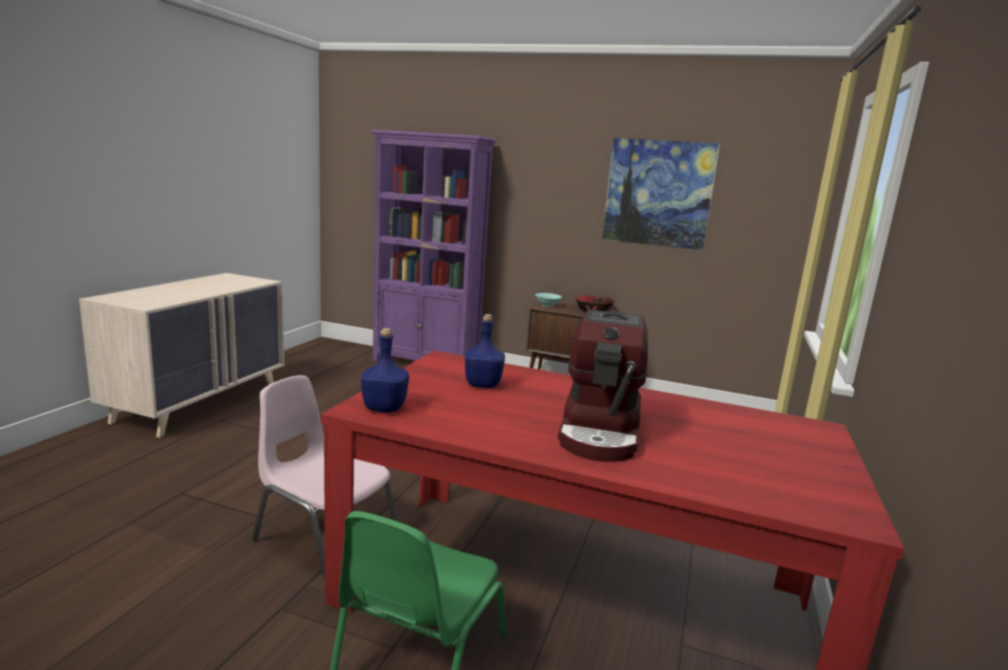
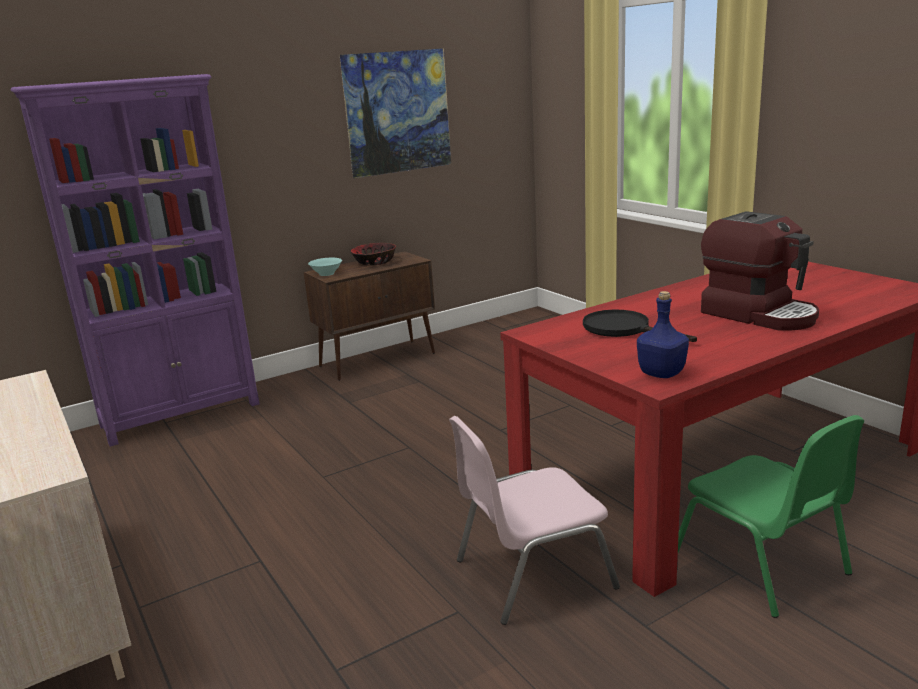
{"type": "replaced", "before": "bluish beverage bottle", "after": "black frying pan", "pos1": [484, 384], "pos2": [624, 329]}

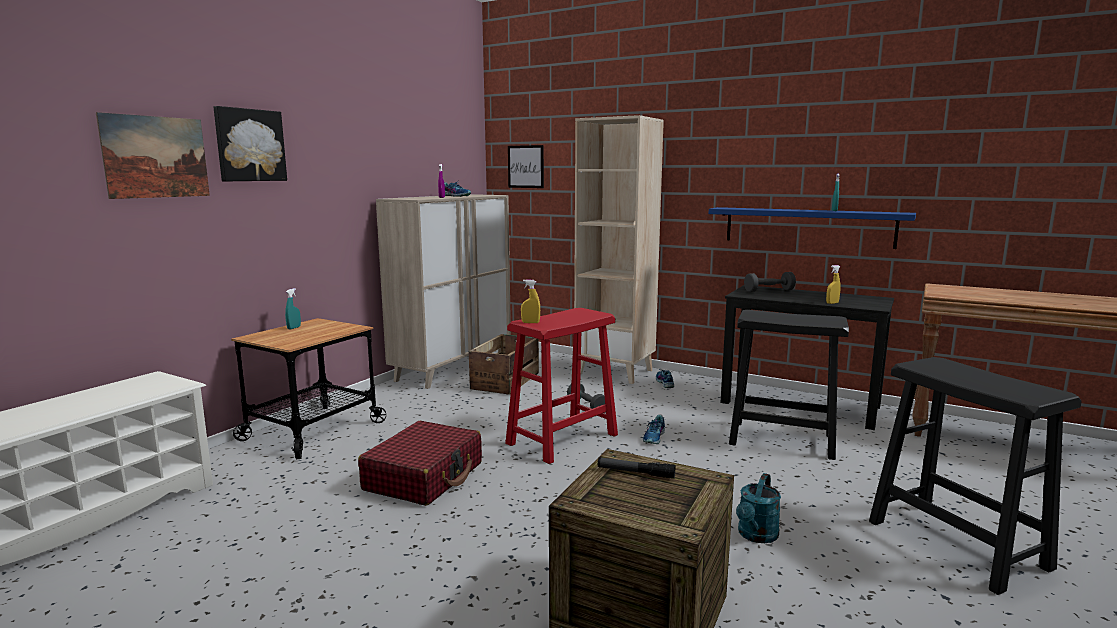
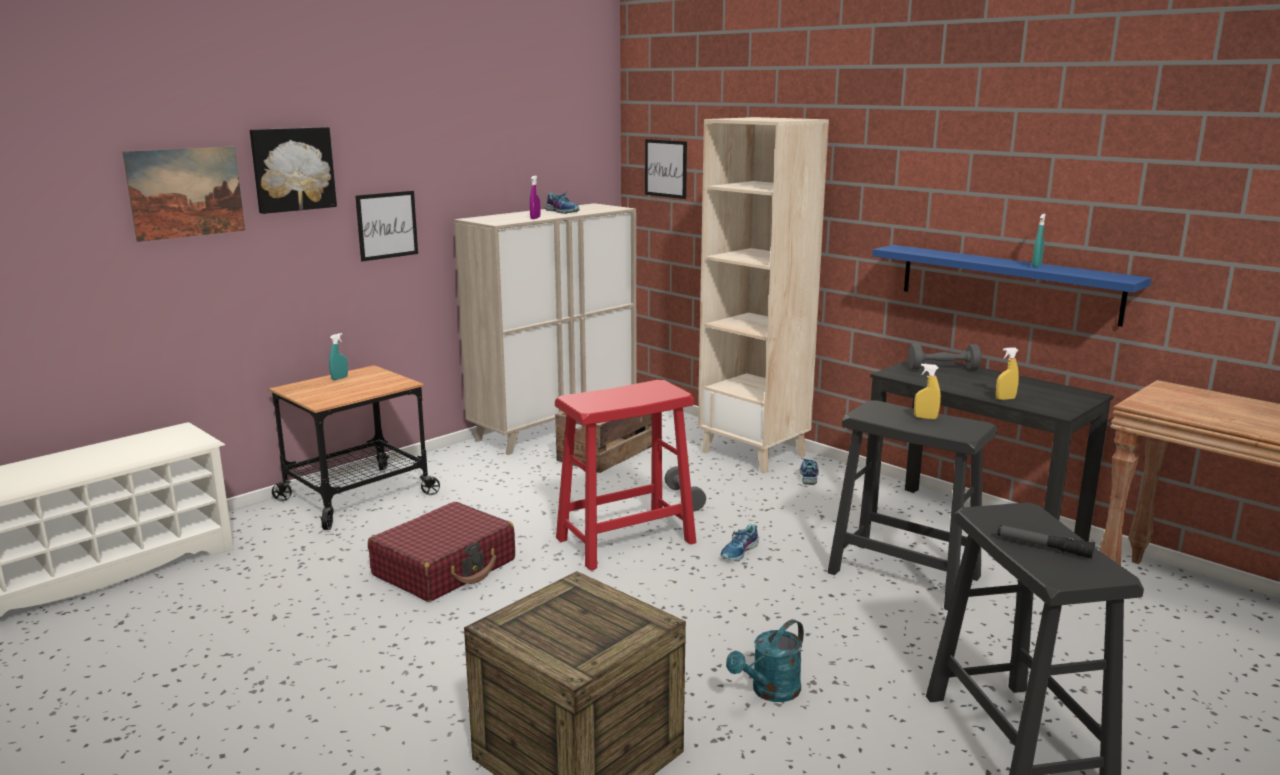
{"type": "moved", "before": "yellow-coloured sprayer", "pos1": [530, 323], "pos2": [925, 418]}
{"type": "moved", "before": "torch", "pos1": [635, 473], "pos2": [1043, 547]}
{"type": "added", "after": "wall picture", "pos2": [387, 225]}

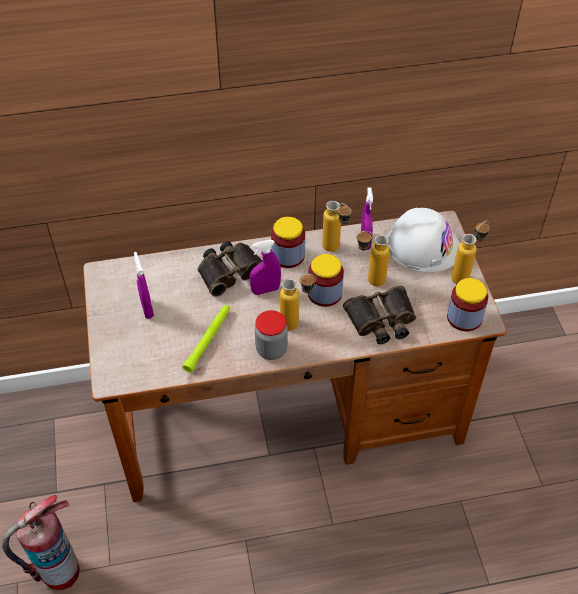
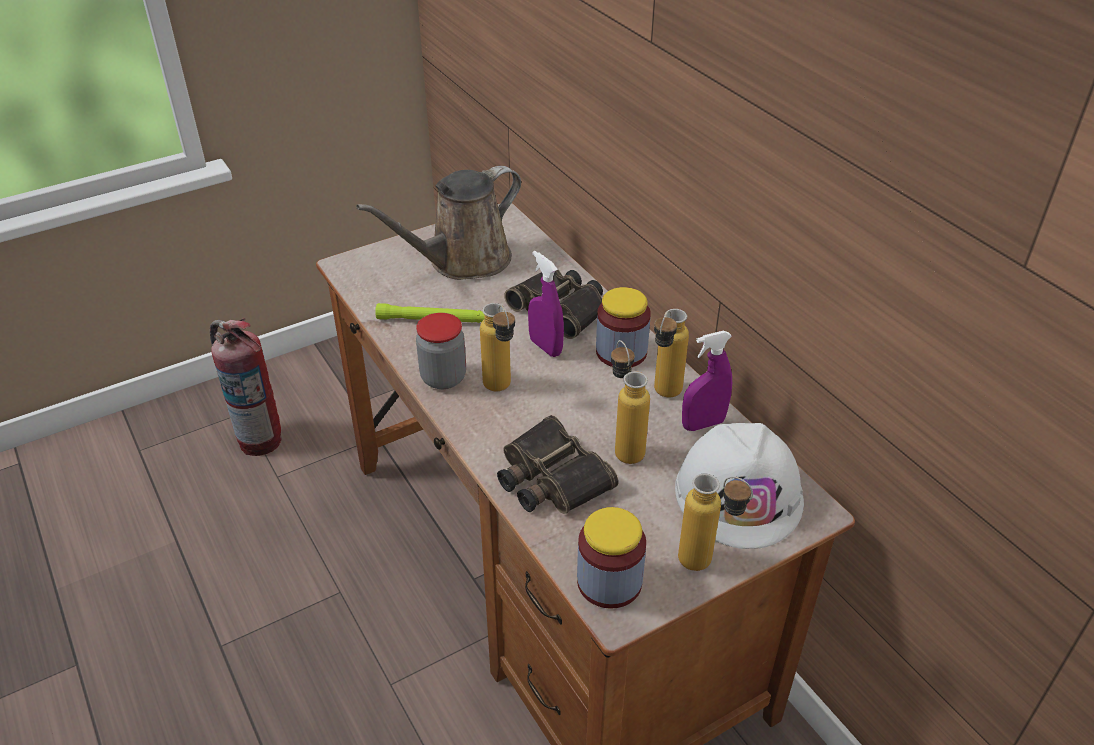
{"type": "replaced", "before": "purplish sprayer", "after": "brown-coloured watering pot", "pos1": [147, 309], "pos2": [462, 261]}
{"type": "removed", "before": "jar", "pos1": [324, 293]}

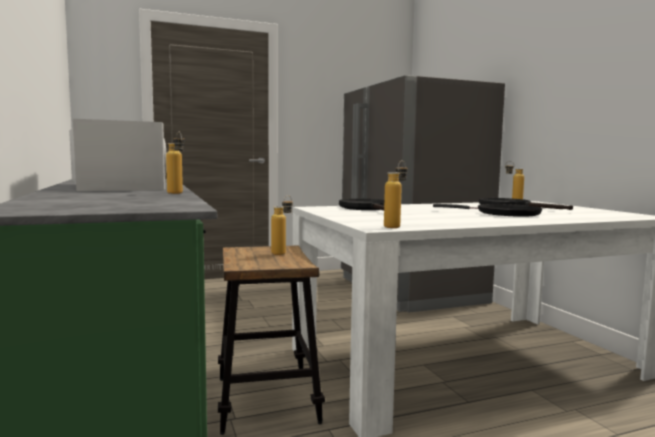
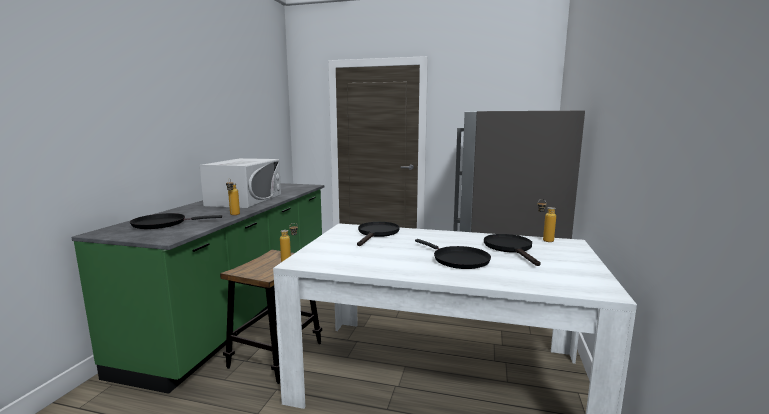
{"type": "removed", "before": "beverage bottle", "pos1": [395, 226]}
{"type": "added", "after": "black frying pan", "pos2": [163, 224]}

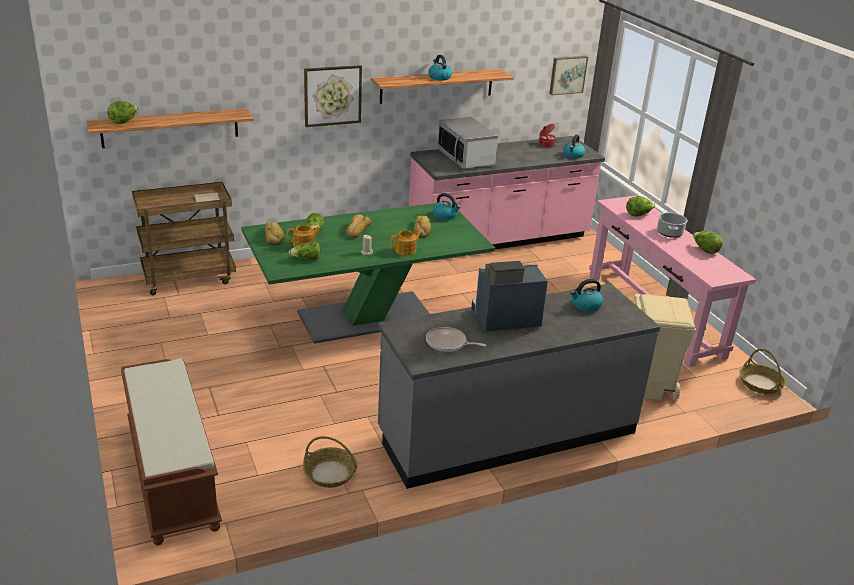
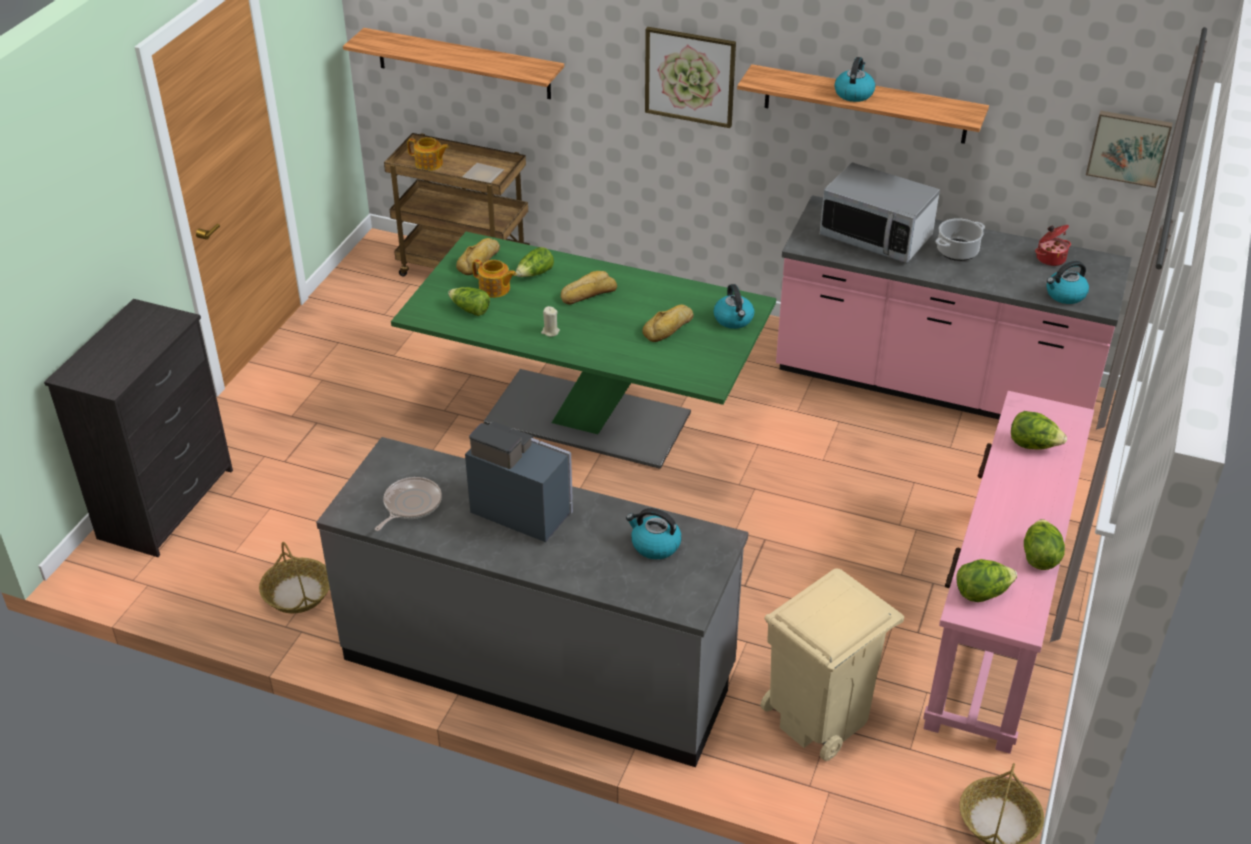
{"type": "moved", "before": "lettuce head", "pos1": [124, 122], "pos2": [982, 593]}
{"type": "turned", "before": "microwave oven", "pos1": [466, 158], "pos2": [876, 237], "turn": -75}
{"type": "moved", "before": "stockpot", "pos1": [670, 233], "pos2": [957, 252]}
{"type": "moved", "before": "teapot", "pos1": [406, 250], "pos2": [429, 164]}
{"type": "turned", "before": "frying pan", "pos1": [448, 343], "pos2": [410, 505], "turn": 60}
{"type": "replaced", "before": "brown-coloured long seat", "after": "black dresser", "pos1": [170, 474], "pos2": [168, 503]}

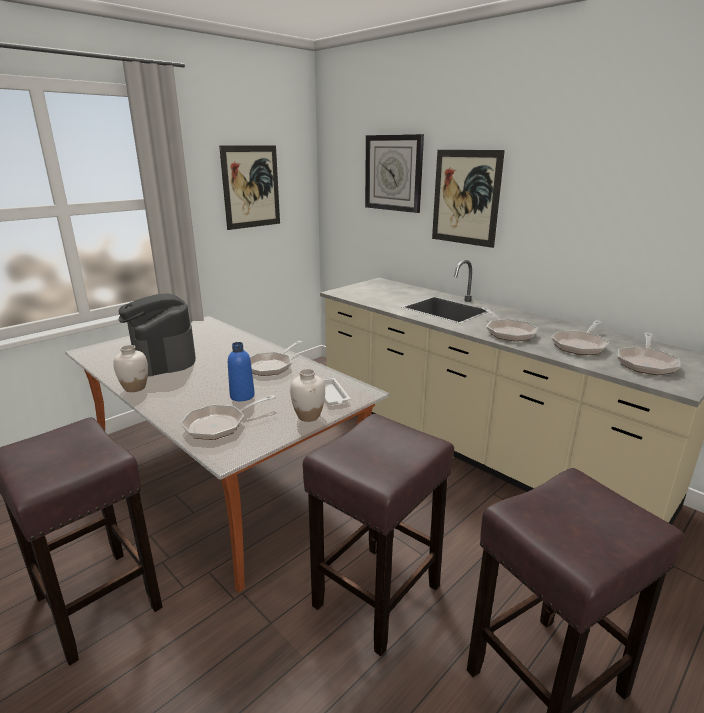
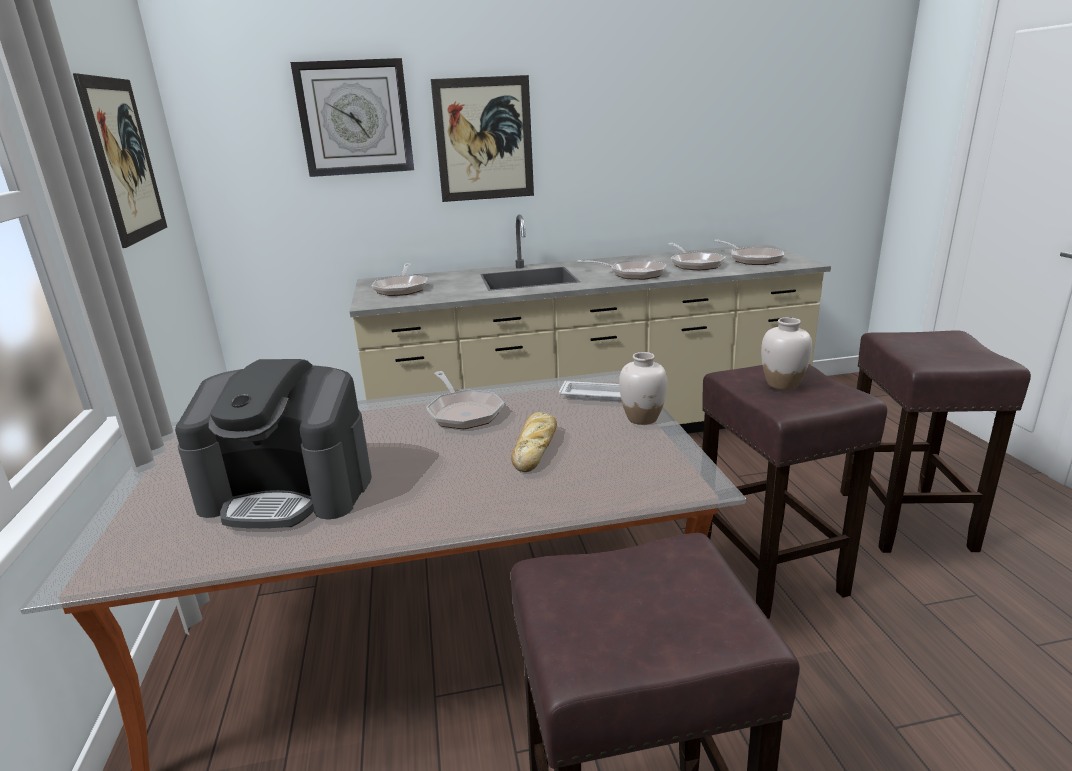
{"type": "replaced", "before": "bluish beverage bottle", "after": "bread", "pos1": [242, 396], "pos2": [535, 447]}
{"type": "moved", "before": "whitish vase", "pos1": [135, 388], "pos2": [782, 384]}
{"type": "moved", "before": "frying pan", "pos1": [220, 425], "pos2": [401, 288]}

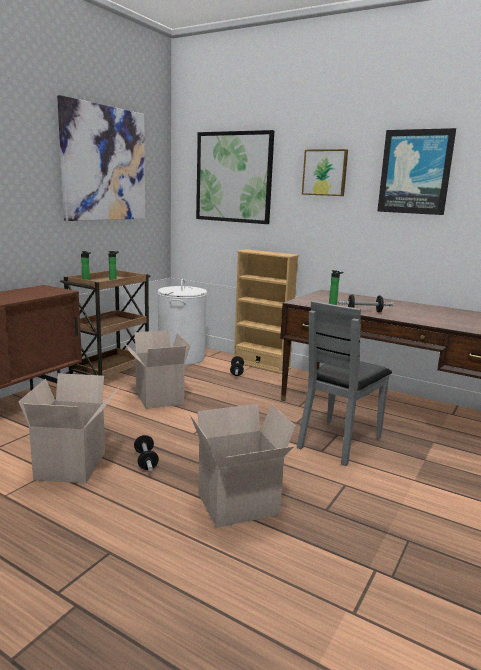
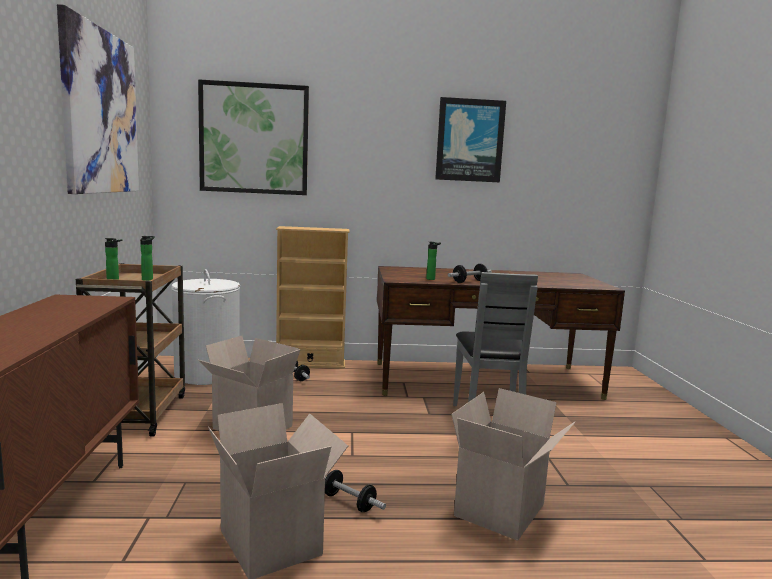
{"type": "removed", "before": "wall picture", "pos1": [325, 173]}

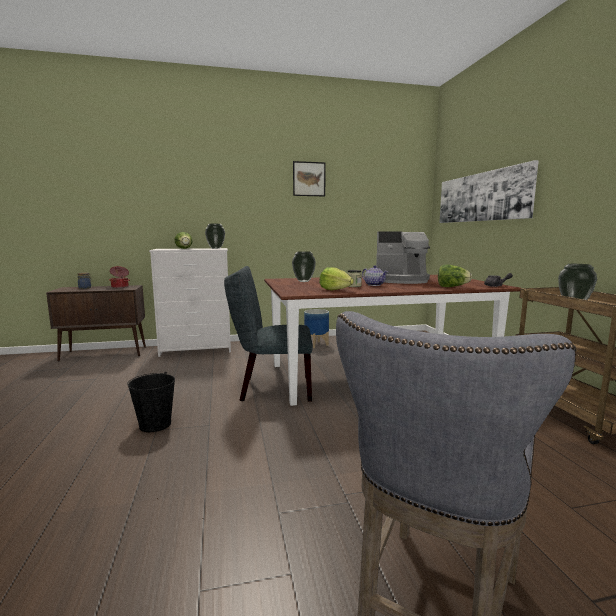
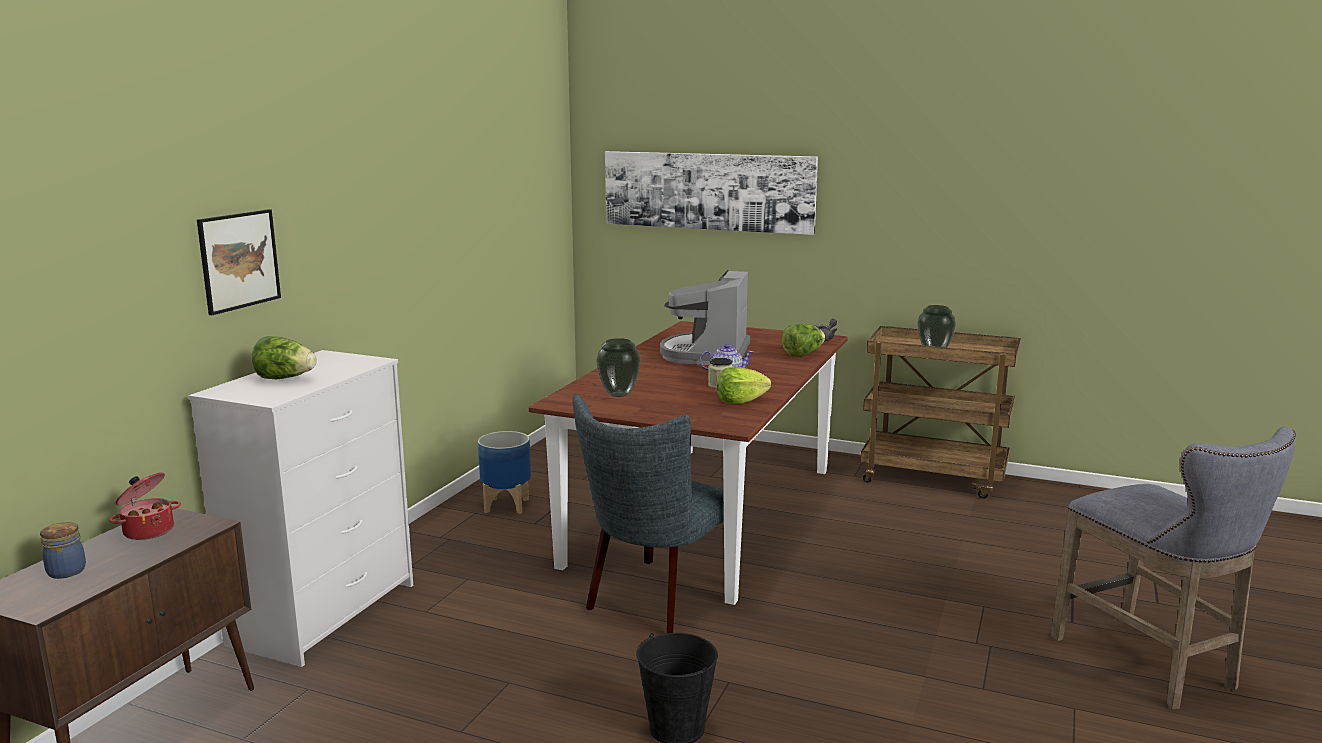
{"type": "moved", "before": "wall picture", "pos1": [309, 179], "pos2": [239, 260]}
{"type": "removed", "before": "vase", "pos1": [216, 248]}
{"type": "turned", "before": "coffee maker", "pos1": [400, 280], "pos2": [706, 354], "turn": 150}

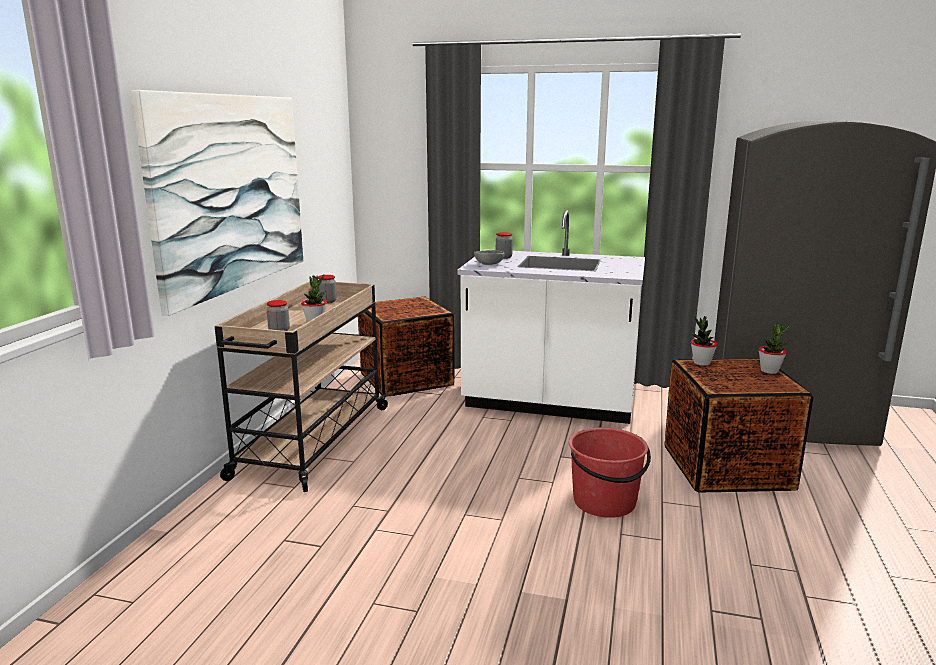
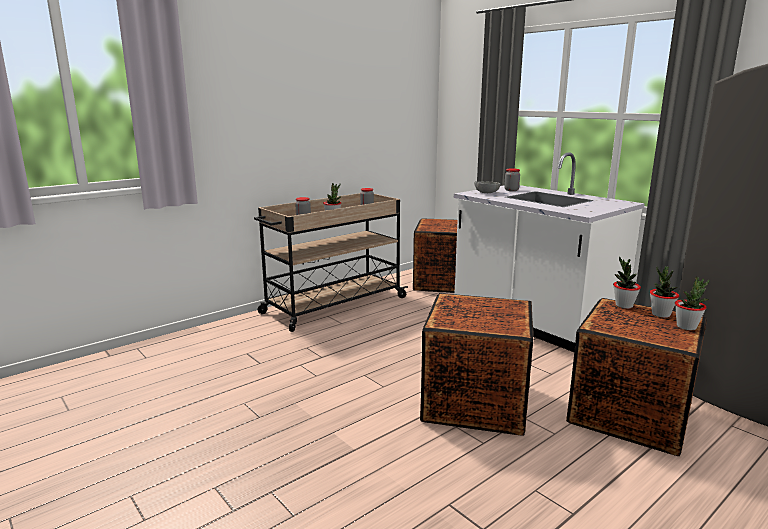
{"type": "removed", "before": "wall picture", "pos1": [231, 193]}
{"type": "replaced", "before": "reddish water bucket", "after": "shipping crate", "pos1": [605, 502], "pos2": [475, 402]}
{"type": "added", "after": "houseplant", "pos2": [660, 314]}

